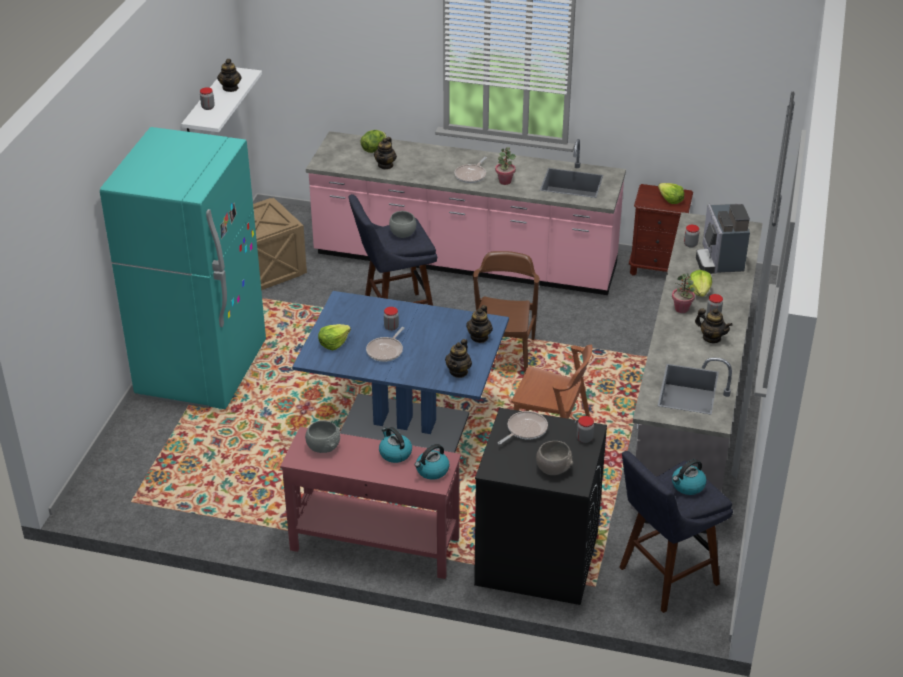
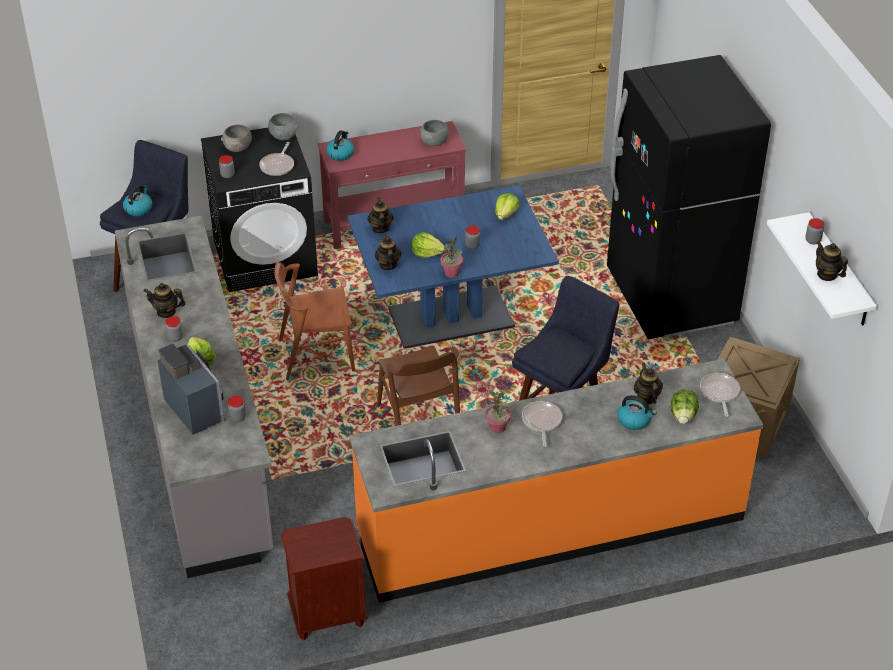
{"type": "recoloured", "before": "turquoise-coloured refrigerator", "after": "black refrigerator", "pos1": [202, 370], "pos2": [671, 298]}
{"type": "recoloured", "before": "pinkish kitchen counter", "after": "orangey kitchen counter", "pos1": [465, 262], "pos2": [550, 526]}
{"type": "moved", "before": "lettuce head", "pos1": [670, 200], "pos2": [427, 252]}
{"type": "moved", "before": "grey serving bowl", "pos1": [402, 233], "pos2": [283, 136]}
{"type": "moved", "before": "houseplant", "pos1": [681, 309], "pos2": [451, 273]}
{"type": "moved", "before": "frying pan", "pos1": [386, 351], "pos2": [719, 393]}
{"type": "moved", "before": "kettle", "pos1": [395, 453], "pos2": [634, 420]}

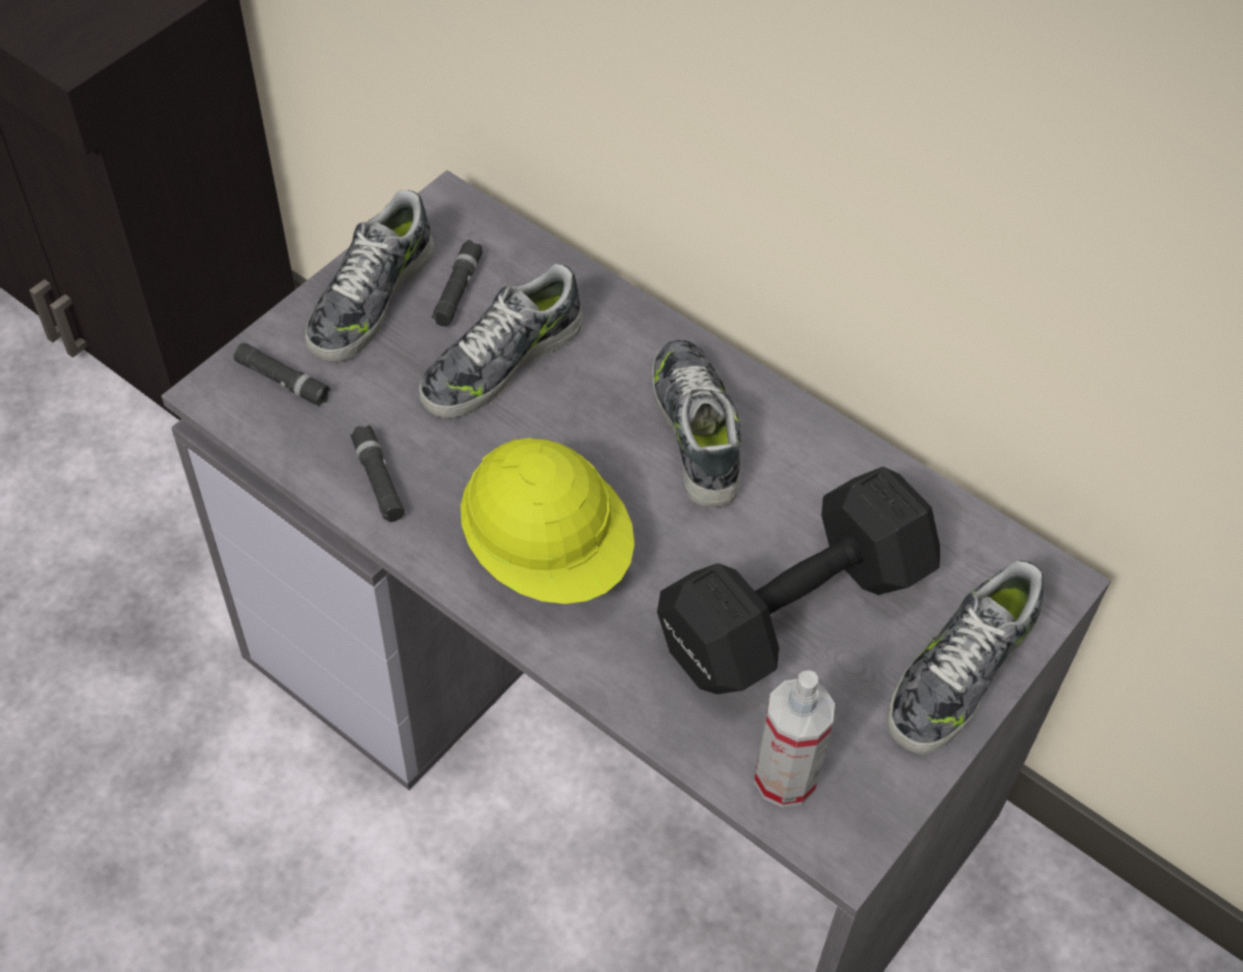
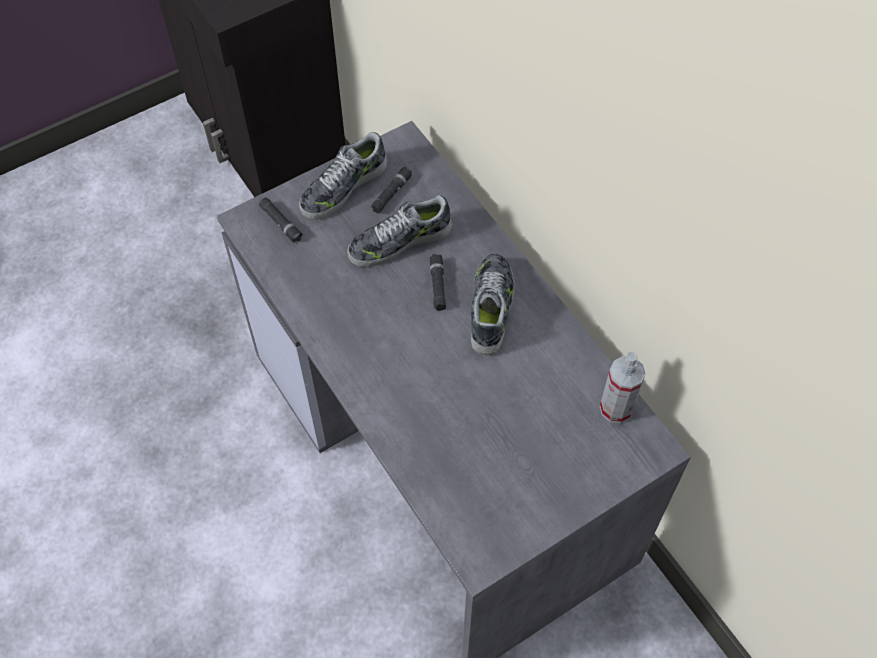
{"type": "moved", "before": "black torch", "pos1": [378, 479], "pos2": [437, 285]}
{"type": "removed", "before": "yellow-coloured safety helmet", "pos1": [548, 552]}
{"type": "removed", "before": "black dumbbell", "pos1": [801, 609]}
{"type": "removed", "before": "item of footwear", "pos1": [959, 673]}
{"type": "moved", "before": "sprayer", "pos1": [785, 778], "pos2": [616, 408]}

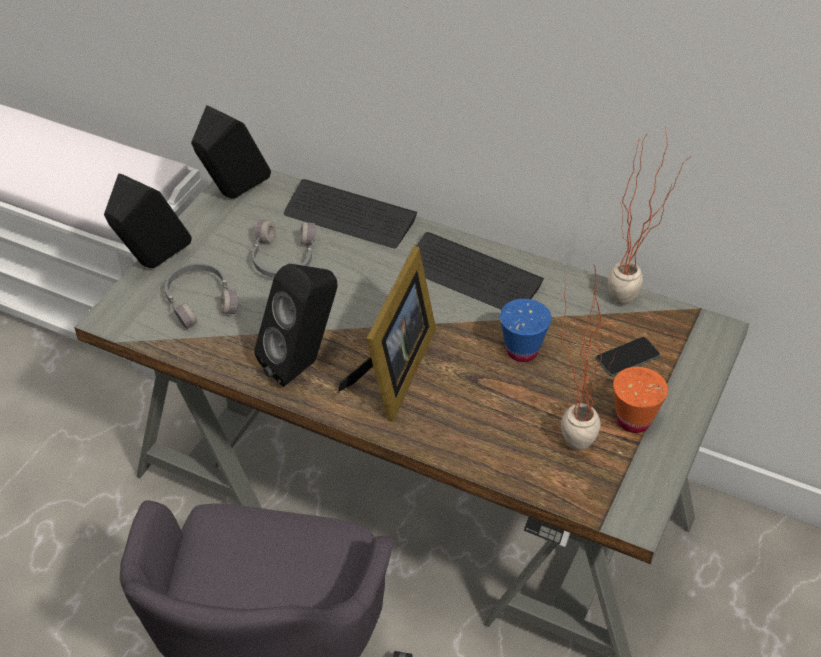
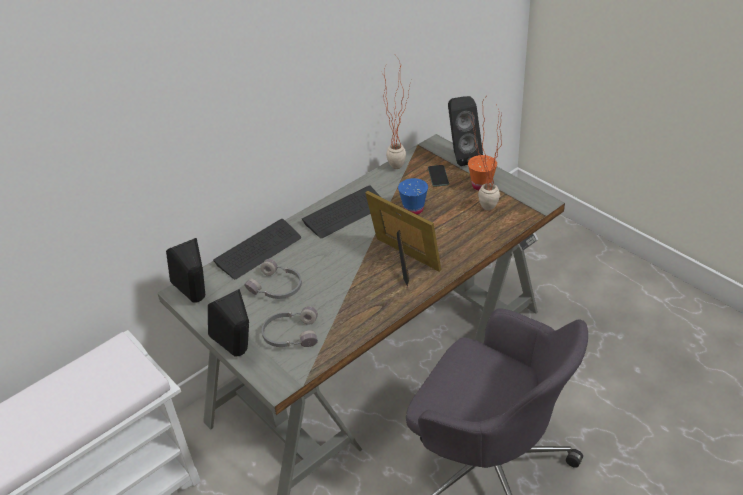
{"type": "moved", "before": "black loudspeaker", "pos1": [303, 364], "pos2": [461, 156]}

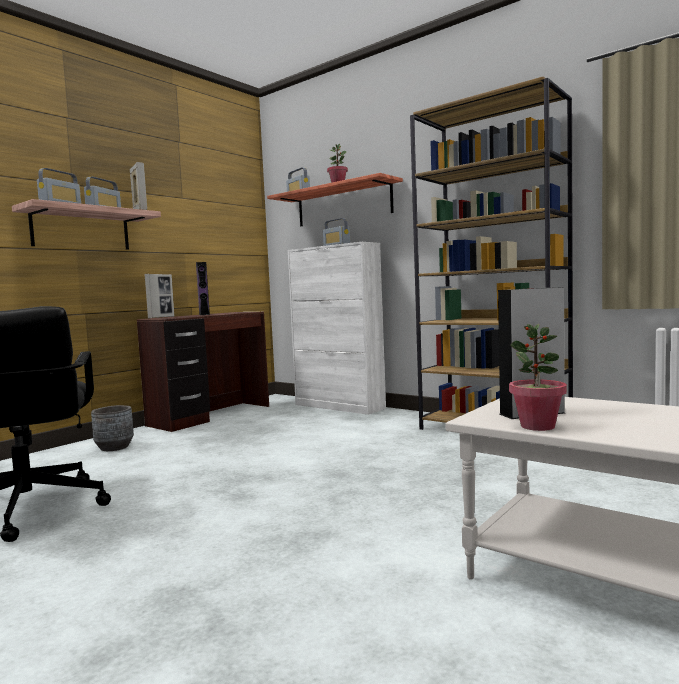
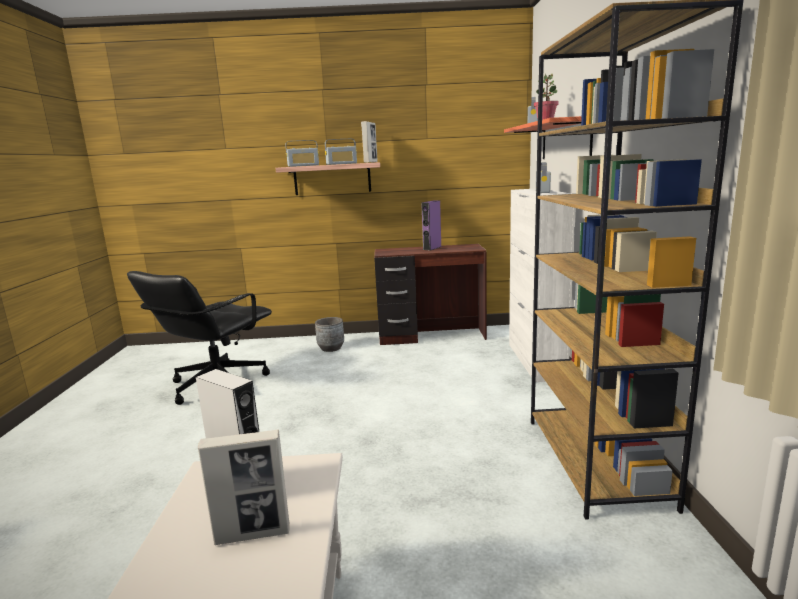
{"type": "moved", "before": "photo frame", "pos1": [161, 317], "pos2": [253, 534]}
{"type": "removed", "before": "houseplant", "pos1": [537, 426]}

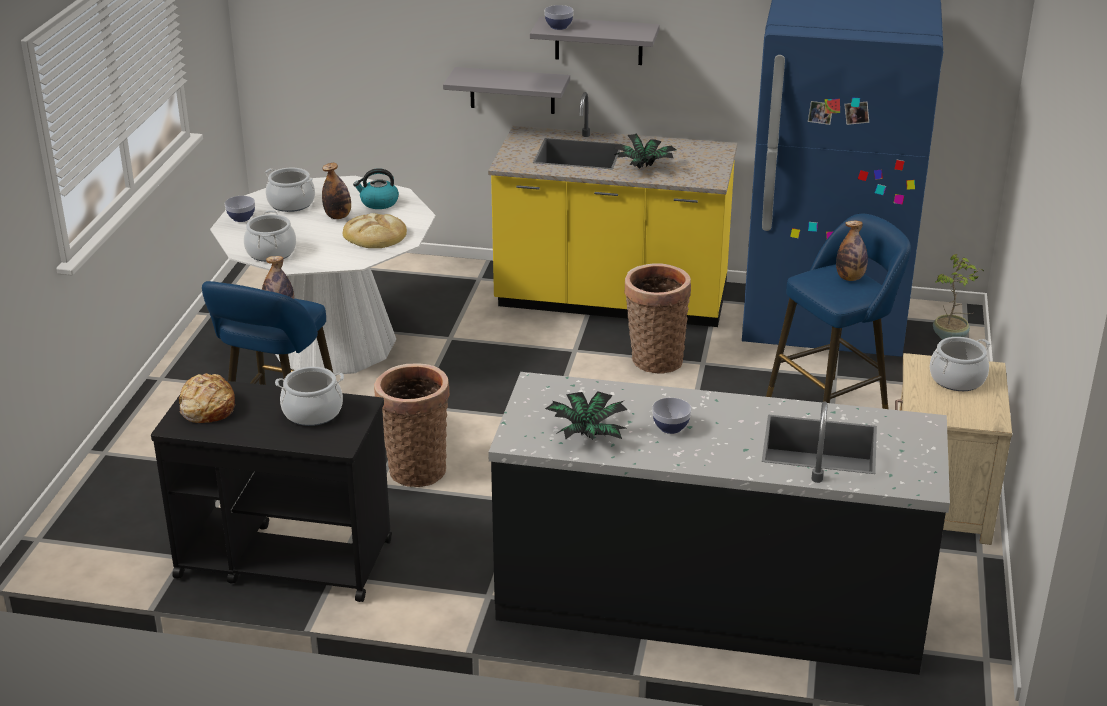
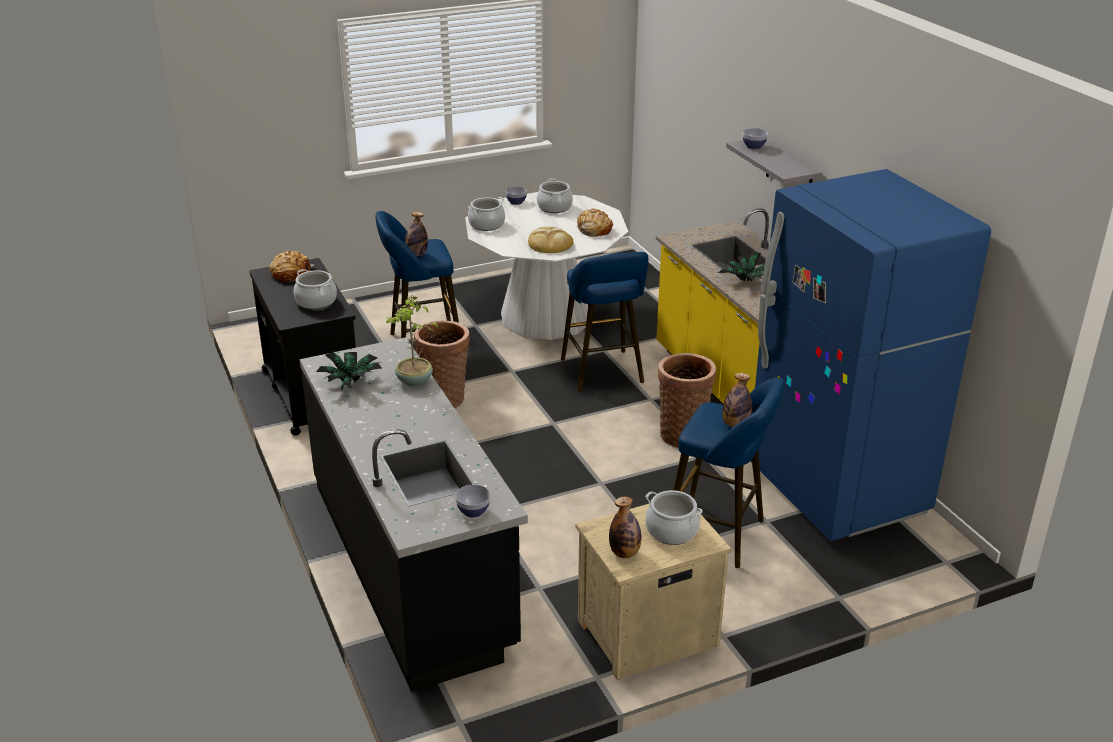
{"type": "removed", "before": "grey shelf", "pos1": [512, 90]}
{"type": "moved", "before": "beverage bottle", "pos1": [338, 216], "pos2": [624, 553]}
{"type": "replaced", "before": "kettle", "after": "bread", "pos1": [378, 203], "pos2": [593, 229]}
{"type": "moved", "before": "houseplant", "pos1": [950, 337], "pos2": [414, 381]}
{"type": "moved", "before": "serving bowl", "pos1": [670, 427], "pos2": [473, 511]}
{"type": "added", "after": "bluish sitting stool", "pos2": [603, 373]}

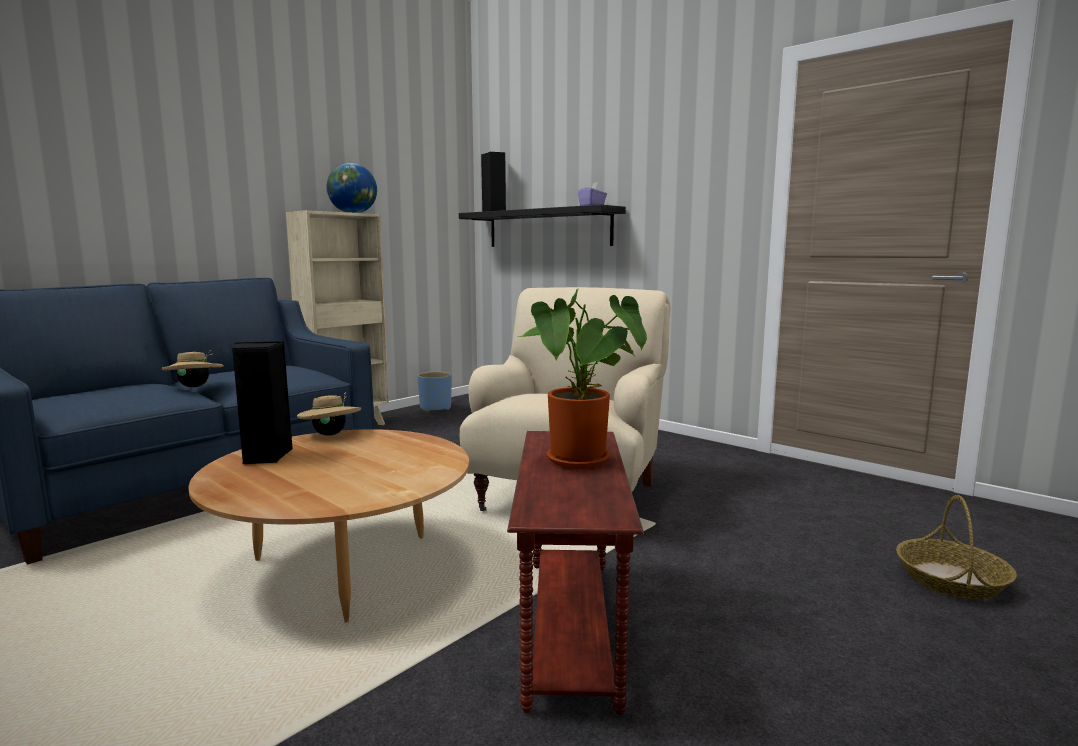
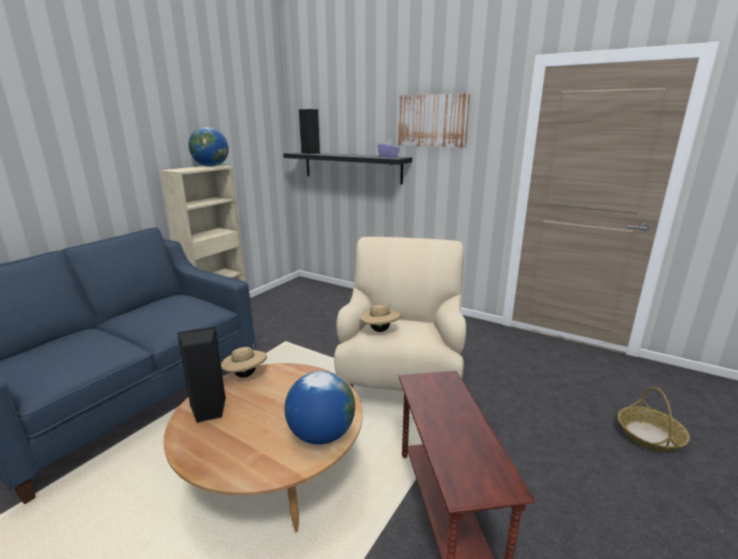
{"type": "removed", "before": "houseplant", "pos1": [582, 462]}
{"type": "moved", "before": "beige-coloured clothing hat", "pos1": [195, 386], "pos2": [380, 330]}
{"type": "removed", "before": "bluish plant pot", "pos1": [435, 408]}
{"type": "added", "after": "wall picture", "pos2": [432, 120]}
{"type": "added", "after": "globe", "pos2": [321, 435]}

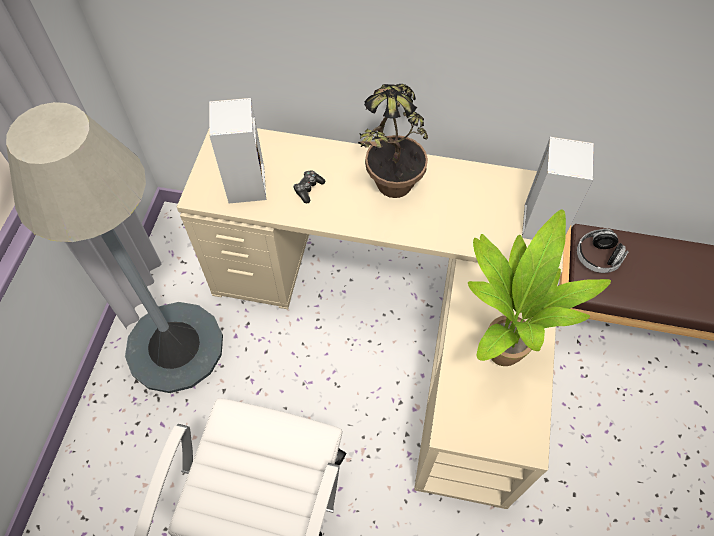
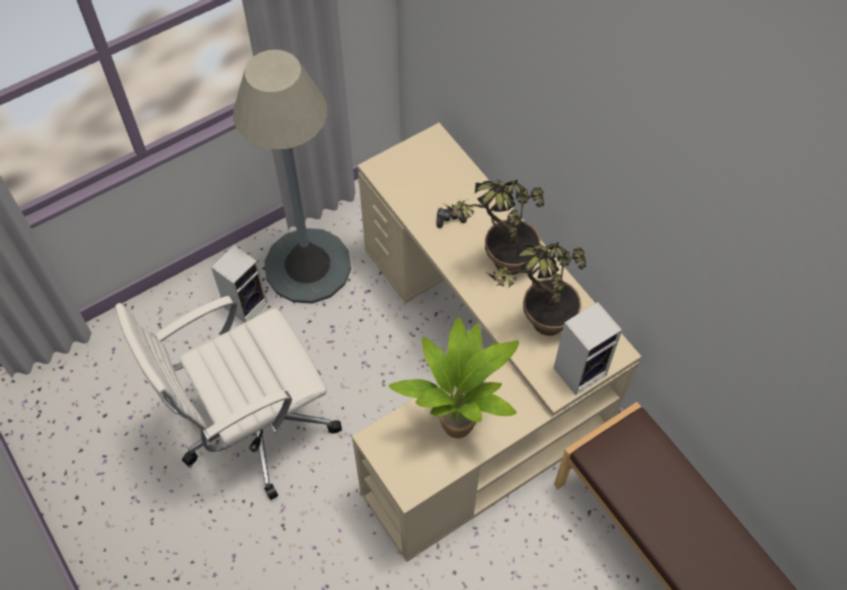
{"type": "moved", "before": "loudspeaker", "pos1": [245, 184], "pos2": [246, 303]}
{"type": "removed", "before": "headphones", "pos1": [597, 257]}
{"type": "added", "after": "houseplant", "pos2": [536, 325]}

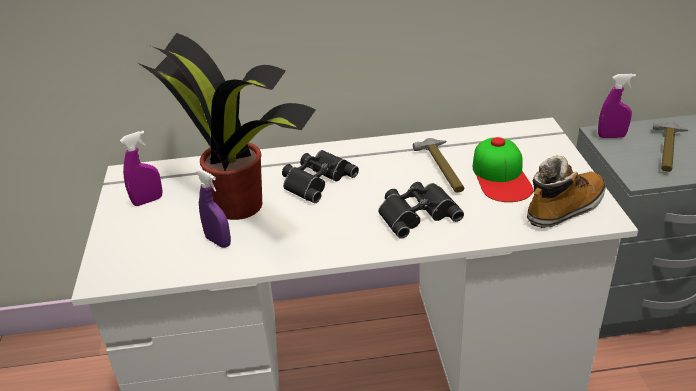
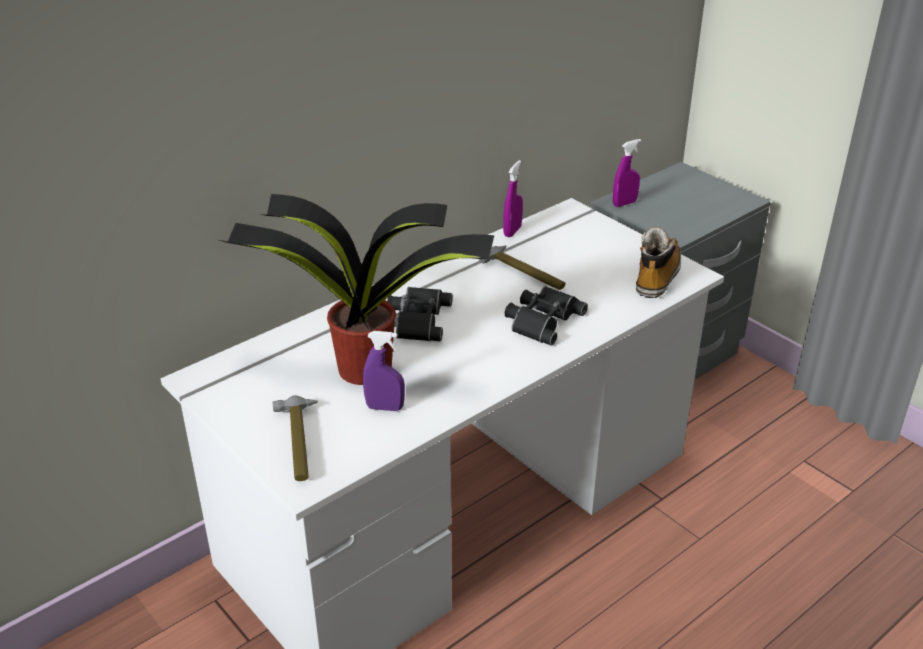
{"type": "moved", "before": "tool hammer", "pos1": [667, 151], "pos2": [299, 443]}
{"type": "moved", "before": "purplish sprayer", "pos1": [148, 201], "pos2": [512, 231]}
{"type": "removed", "before": "peaked cap", "pos1": [501, 176]}

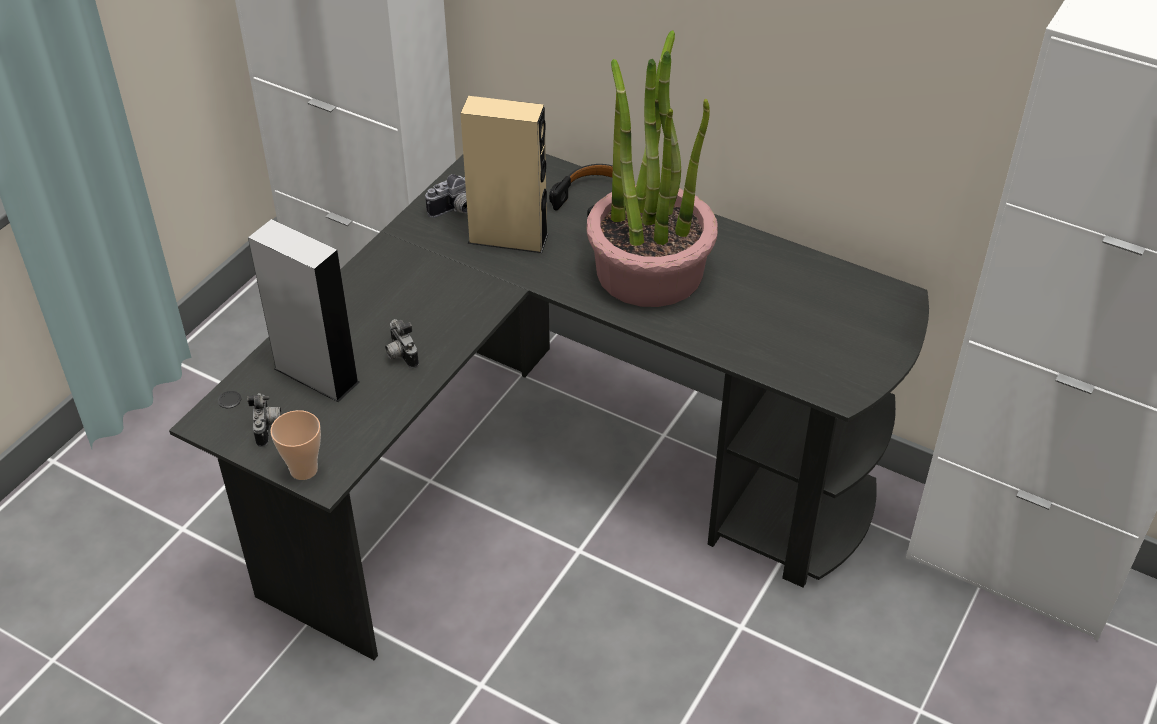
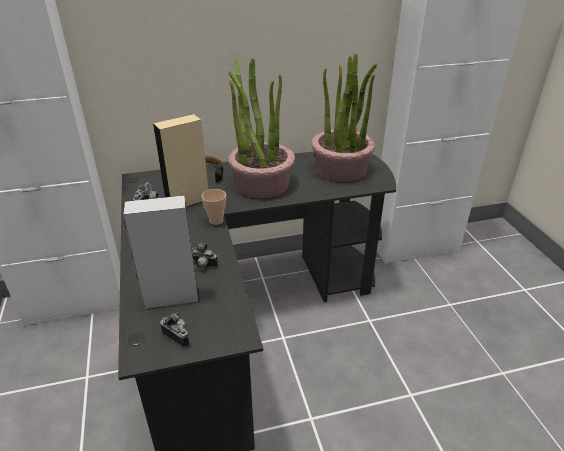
{"type": "moved", "before": "drinking cup", "pos1": [304, 469], "pos2": [216, 221]}
{"type": "added", "after": "houseplant", "pos2": [341, 169]}

